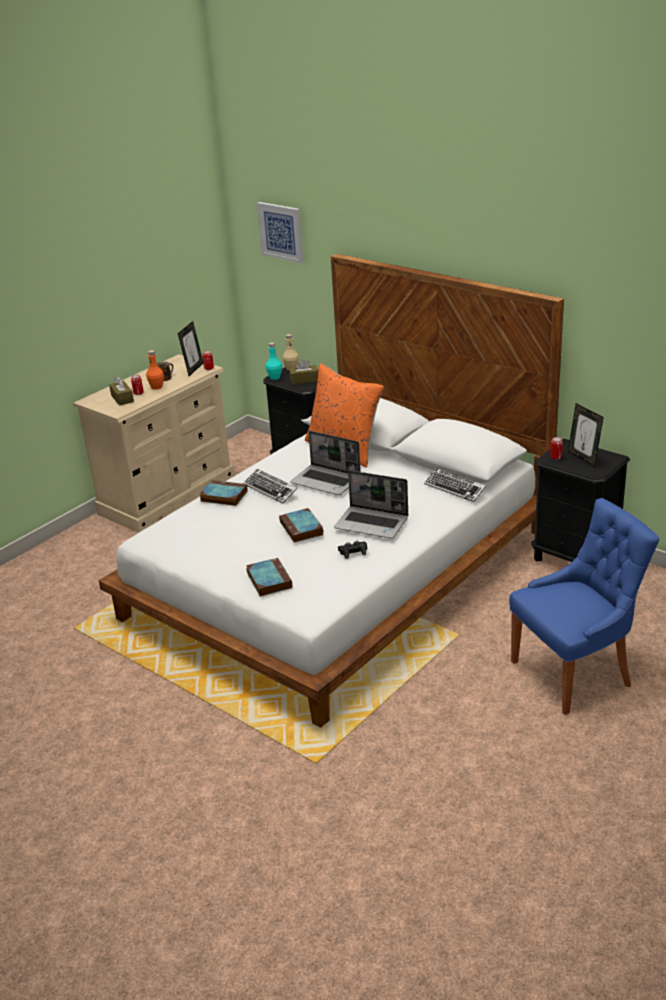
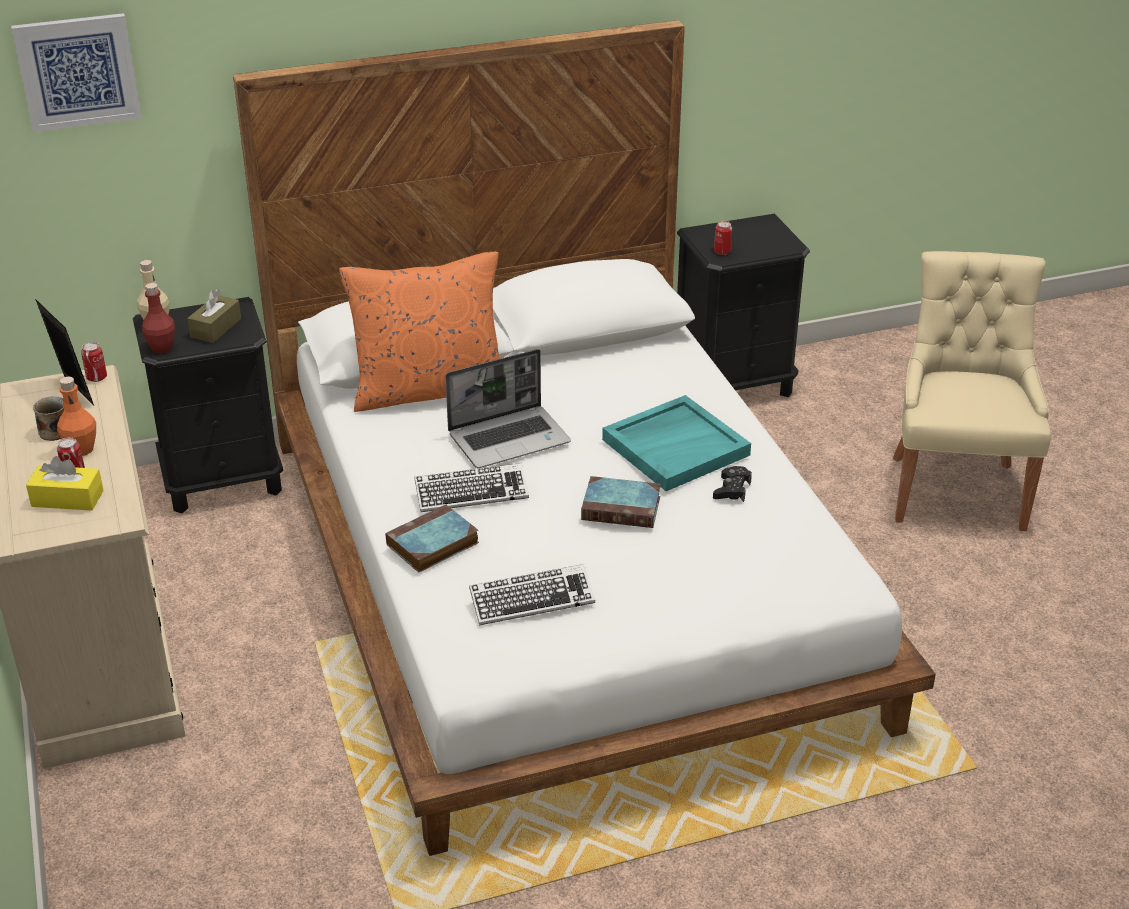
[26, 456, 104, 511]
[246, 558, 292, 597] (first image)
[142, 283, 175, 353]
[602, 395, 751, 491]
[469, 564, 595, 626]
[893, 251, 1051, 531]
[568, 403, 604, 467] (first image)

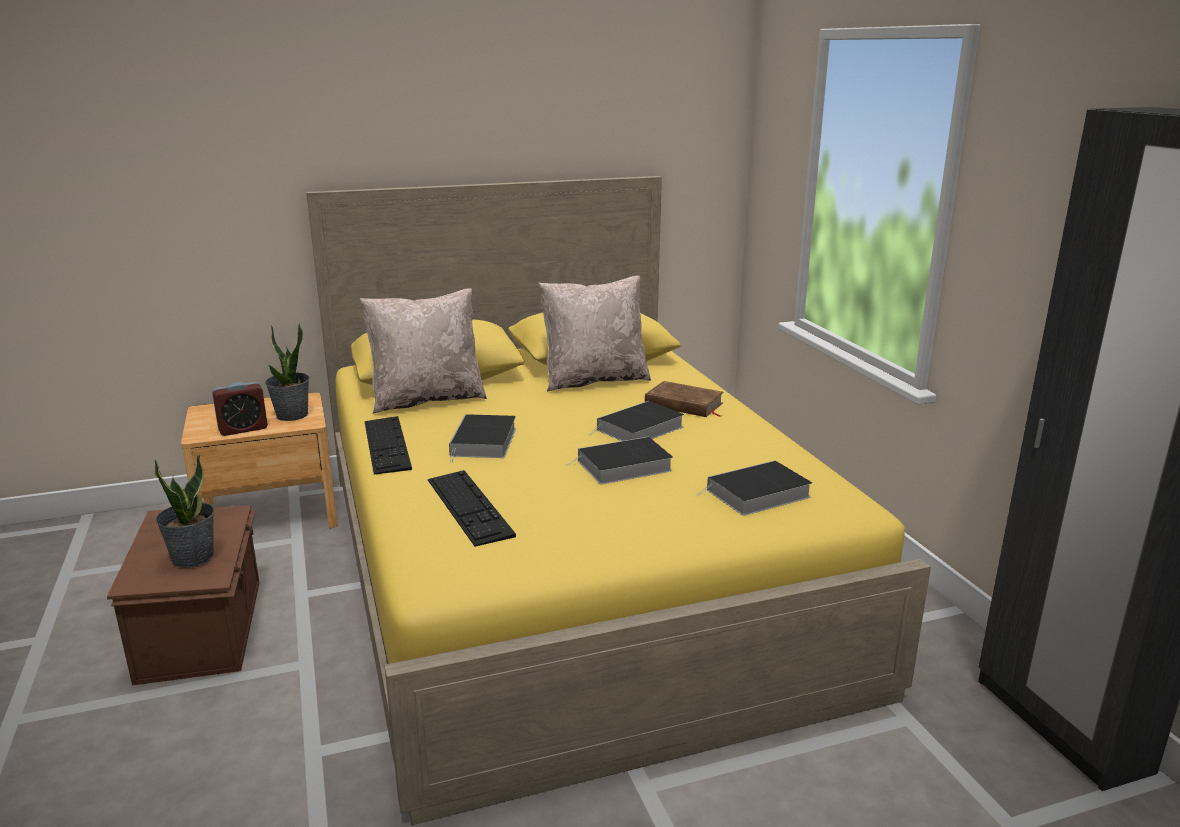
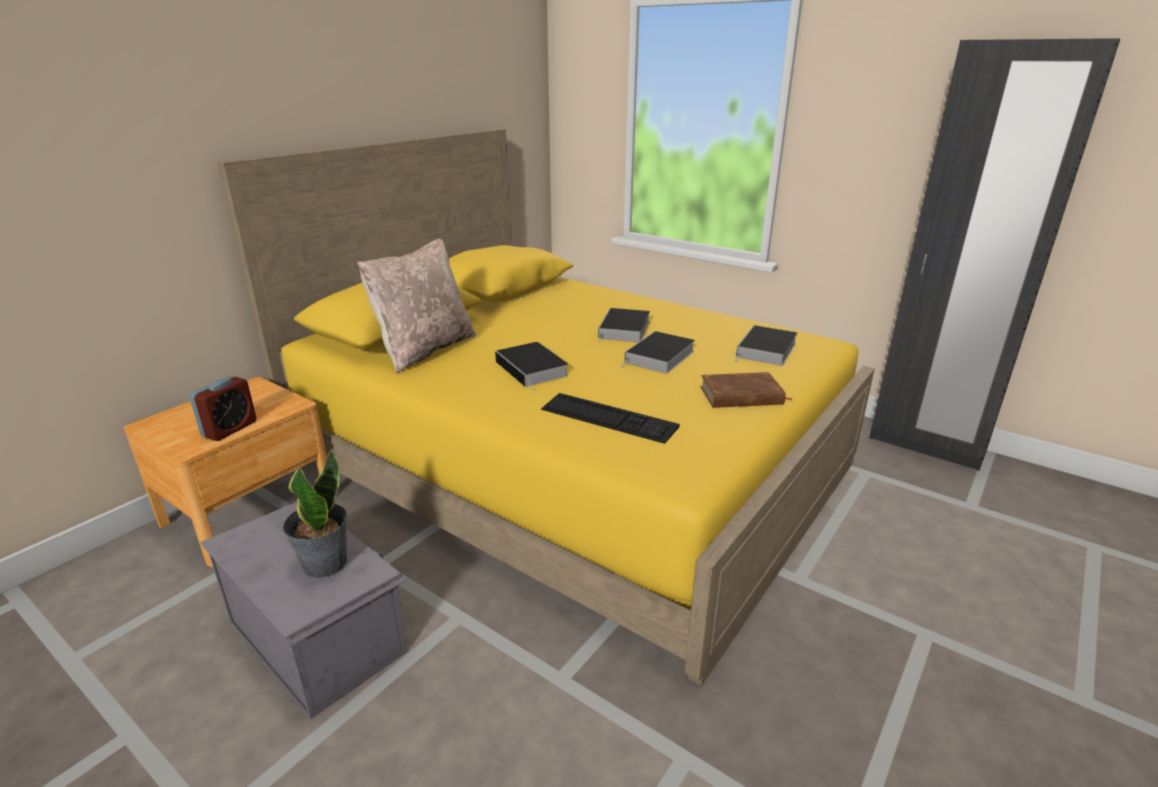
[201, 502, 408, 719]
[265, 323, 310, 421] (first image)
[365, 416, 412, 475] (first image)
[539, 276, 651, 391] (first image)
[700, 372, 792, 408]

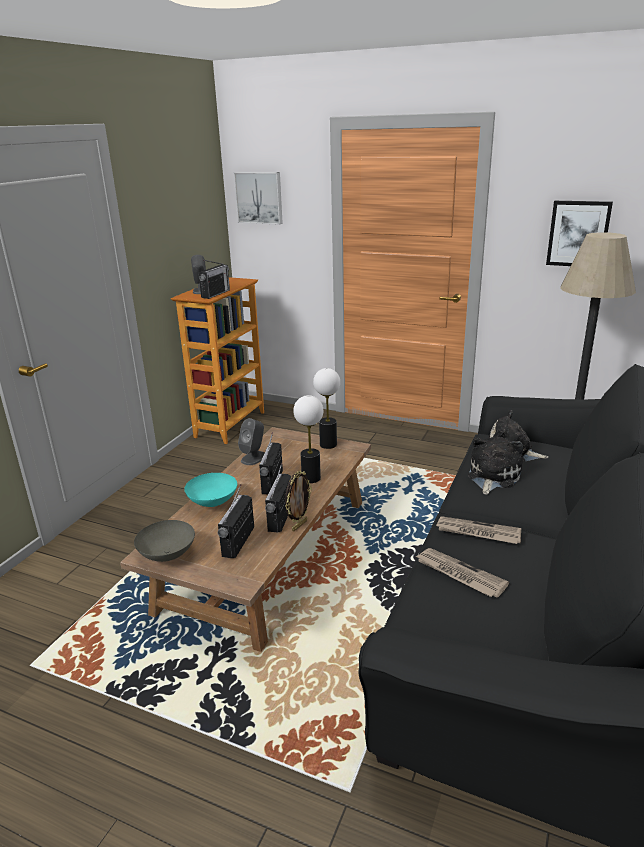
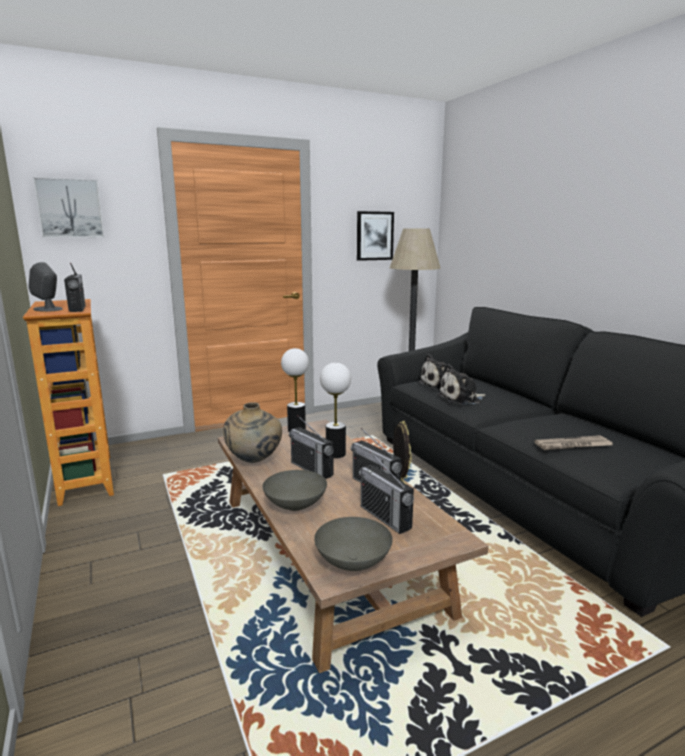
[262, 470, 327, 511]
[223, 402, 282, 463]
[436, 516, 522, 544] (first image)
[437, 364, 486, 405]

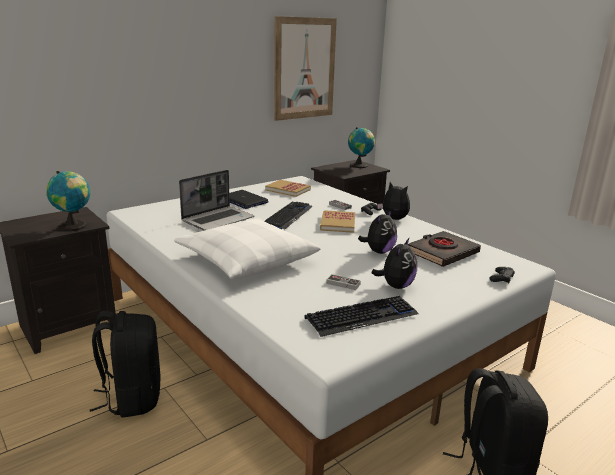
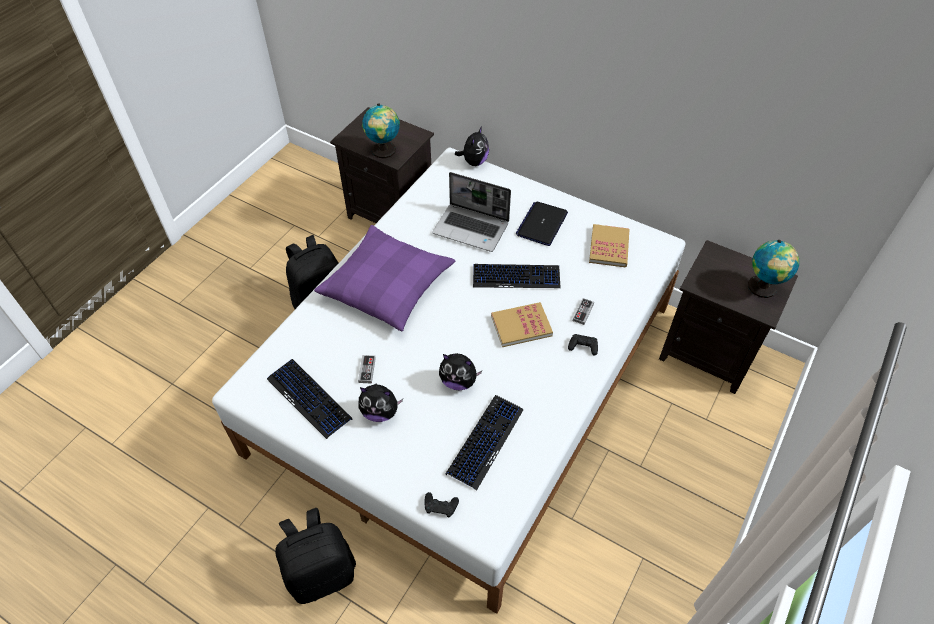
[314, 225, 456, 331]
[274, 16, 337, 121] (first image)
[455, 126, 489, 166]
[446, 395, 524, 491]

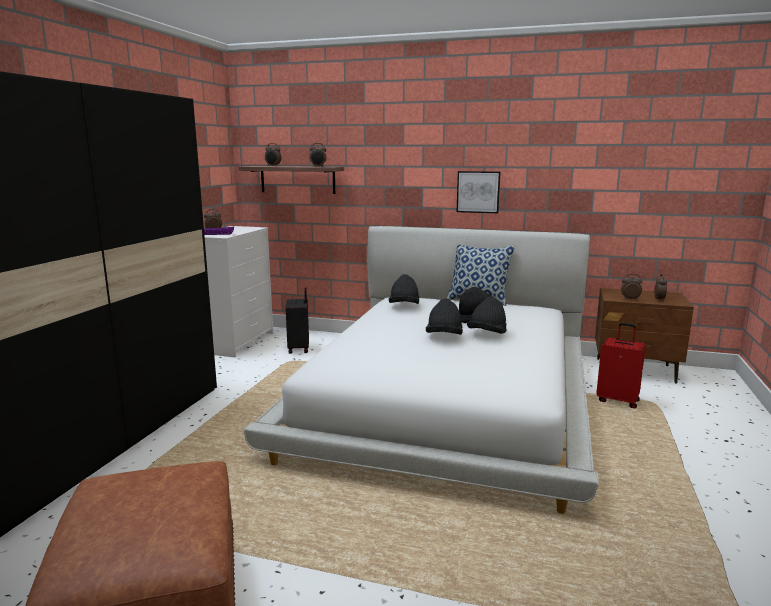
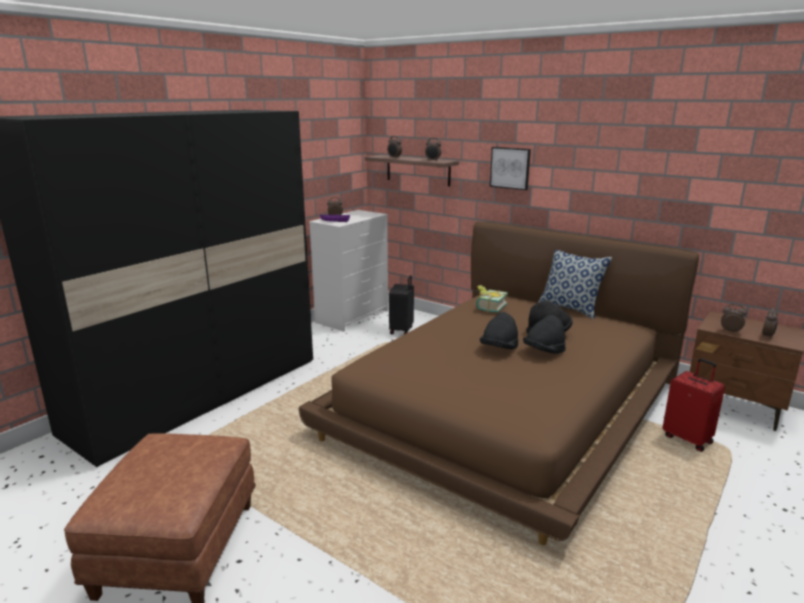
[298, 222, 699, 545]
[476, 285, 508, 313]
[490, 147, 531, 190]

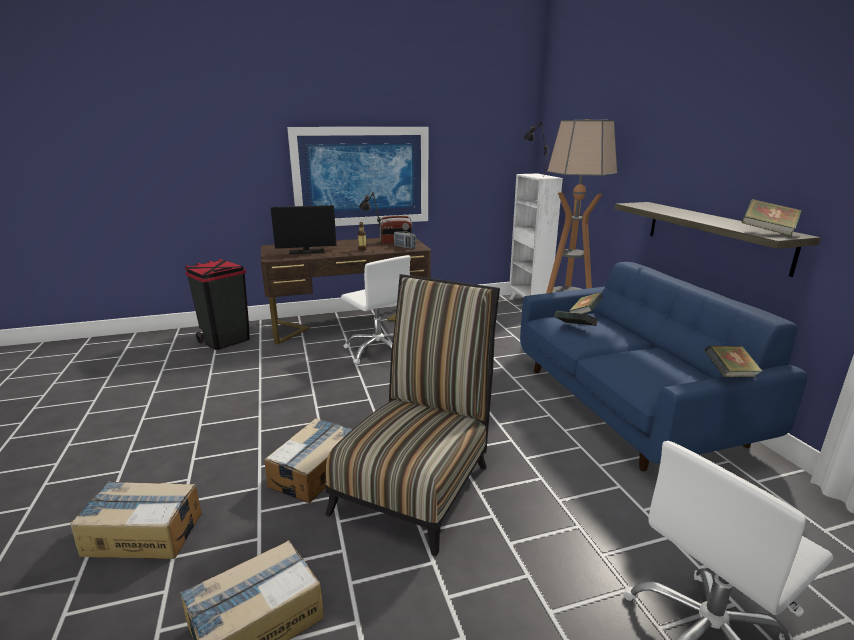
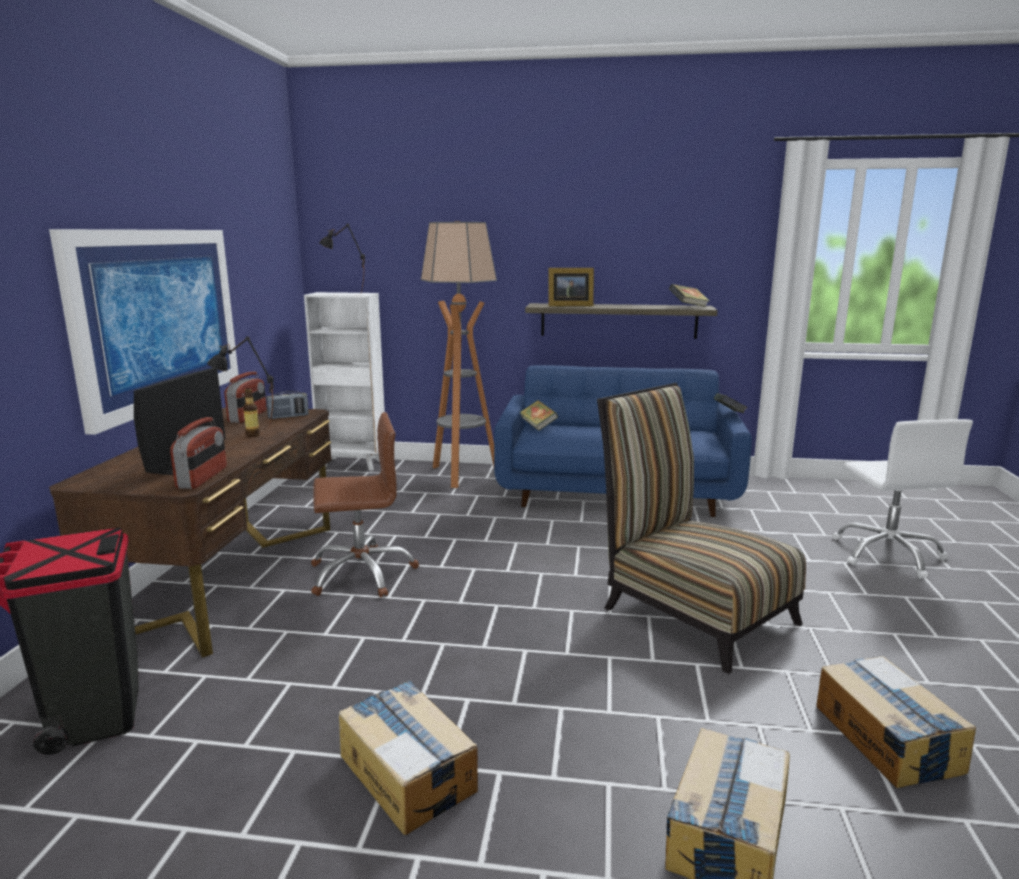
[339, 680, 478, 835]
[311, 412, 419, 597]
[554, 311, 598, 326] (first image)
[170, 417, 227, 489]
[548, 268, 594, 307]

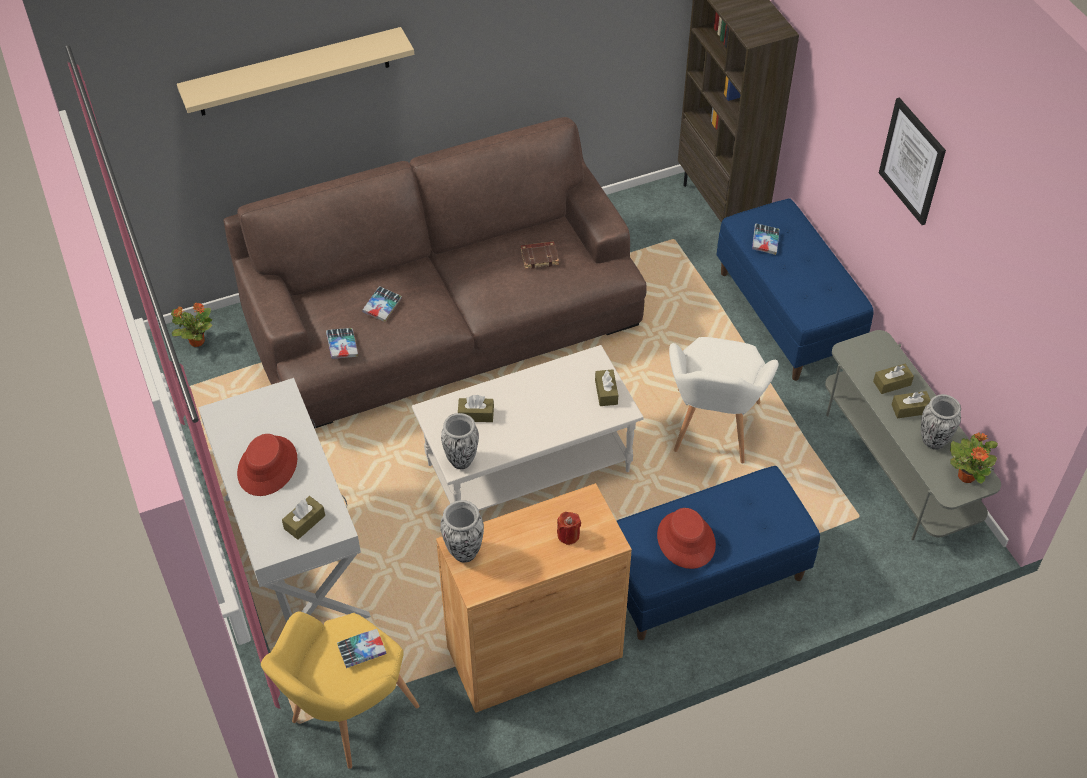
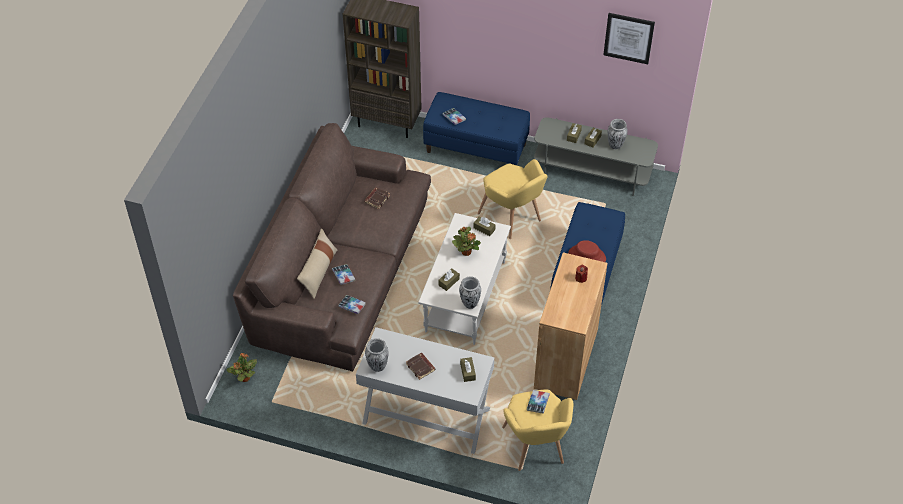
[177, 27, 414, 116] (first image)
[406, 353, 435, 380]
[365, 338, 389, 372]
[477, 159, 548, 239]
[603, 13, 655, 64]
[452, 227, 481, 256]
[297, 228, 338, 299]

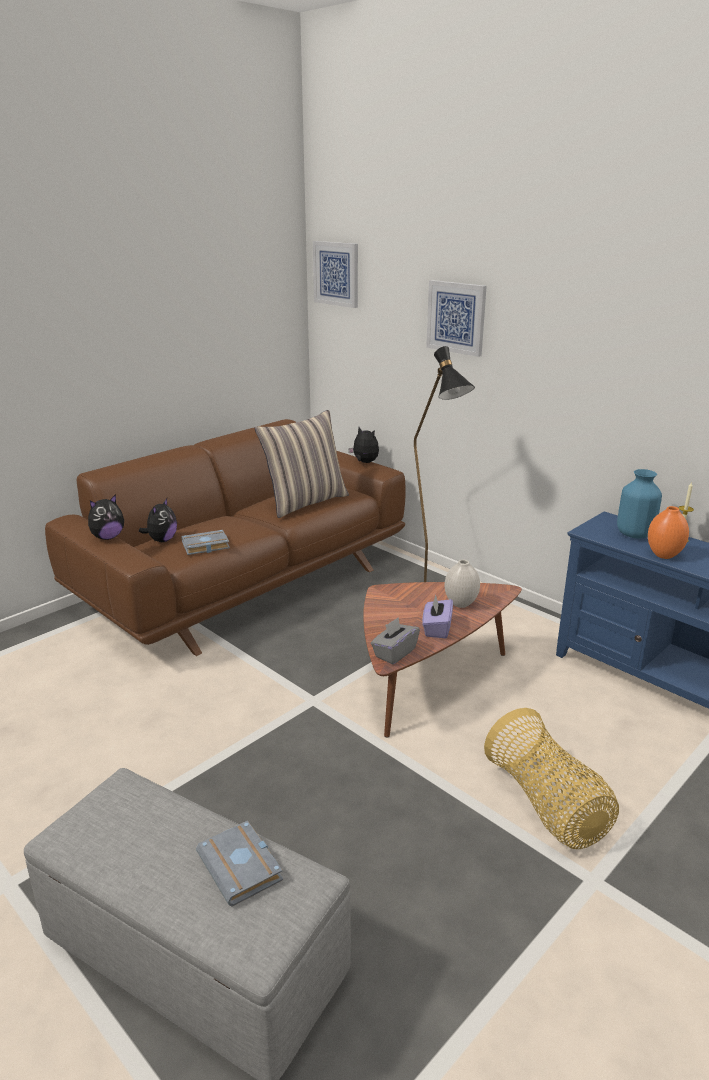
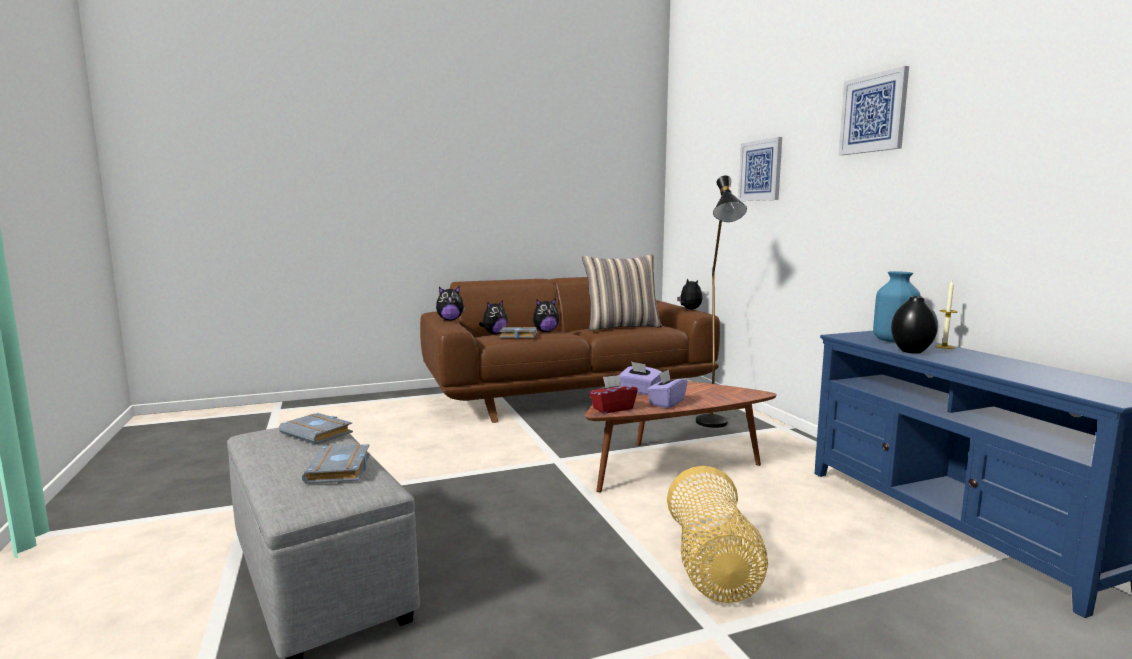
[838, 66, 909, 155]
[589, 375, 638, 413]
[445, 559, 480, 608] (first image)
[891, 296, 938, 354]
[279, 413, 353, 445]
[533, 298, 559, 332]
[619, 362, 662, 395]

